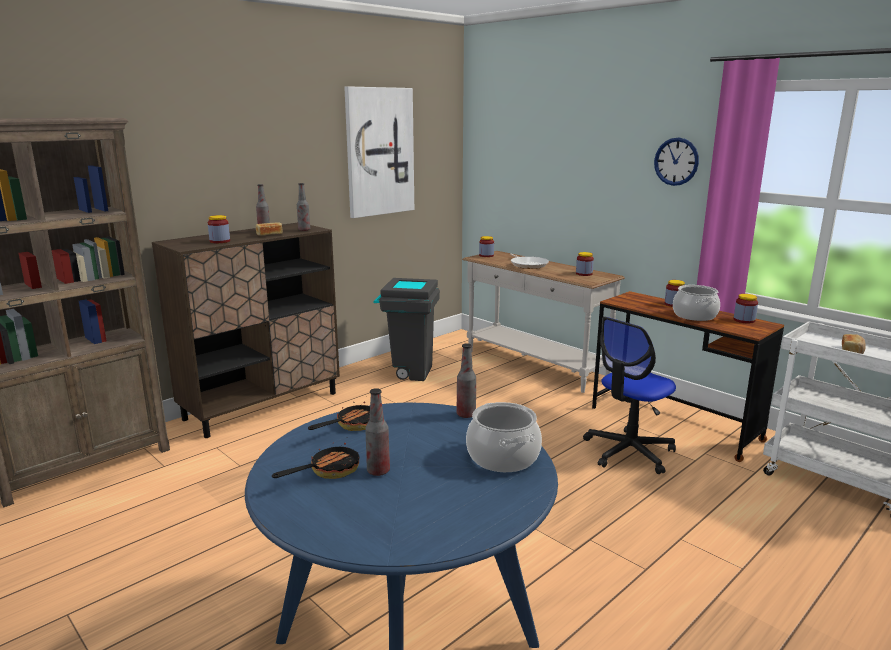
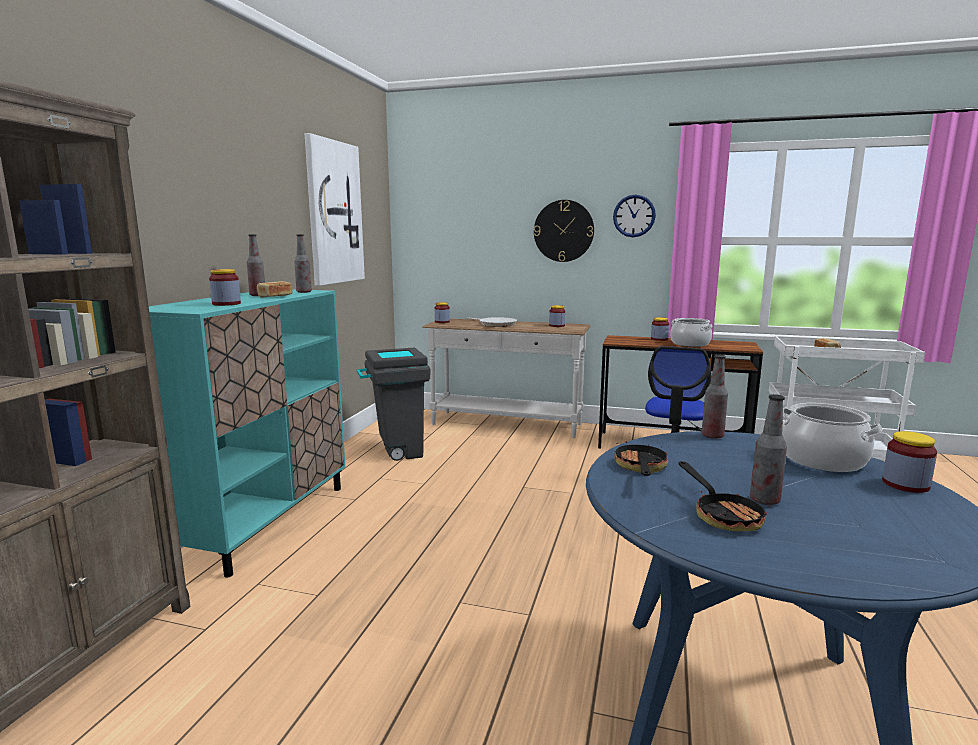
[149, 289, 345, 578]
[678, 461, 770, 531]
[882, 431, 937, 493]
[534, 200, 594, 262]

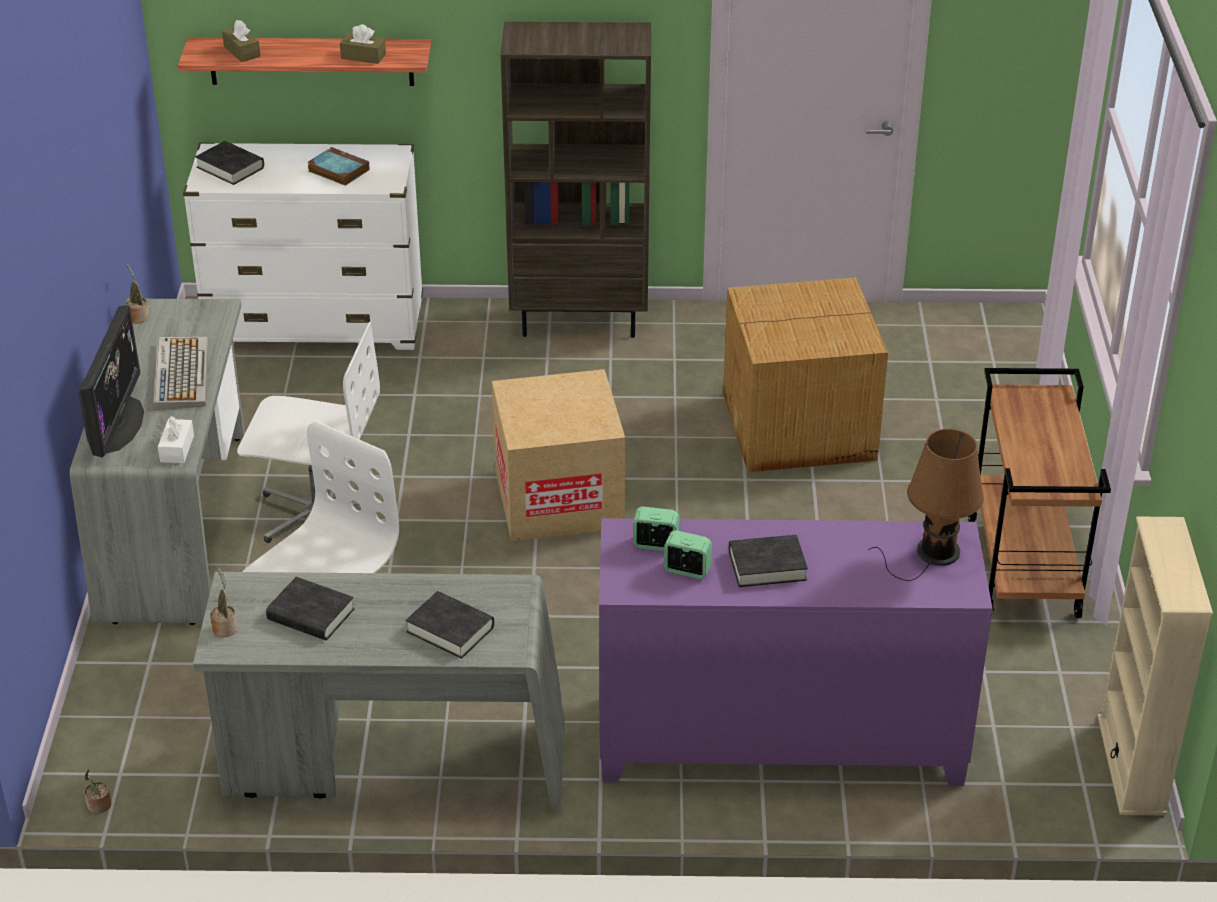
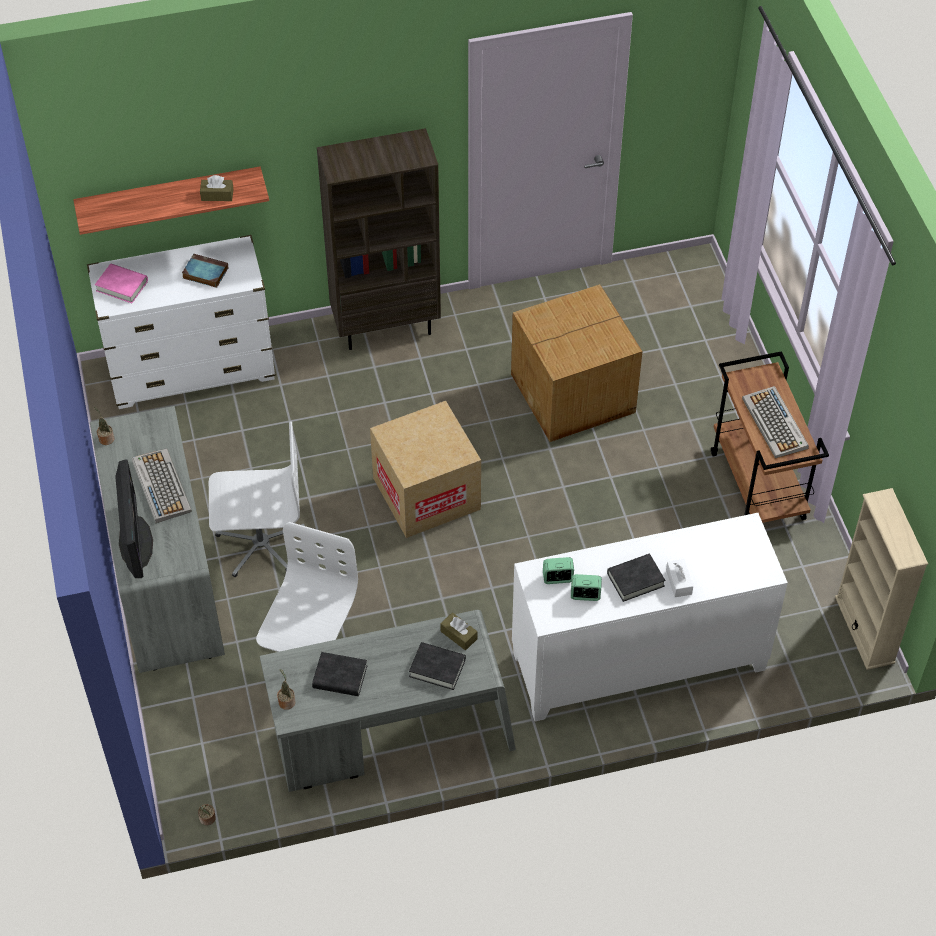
[666, 559, 693, 597]
[95, 264, 148, 303]
[440, 613, 477, 650]
[512, 513, 788, 721]
[868, 429, 984, 581] (first image)
[742, 386, 809, 458]

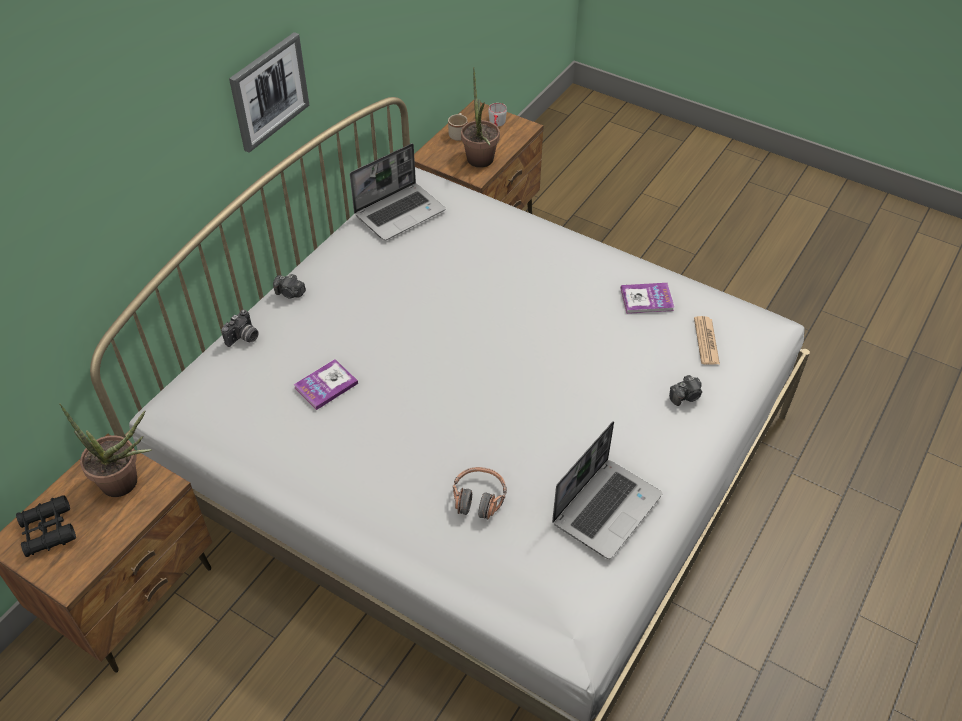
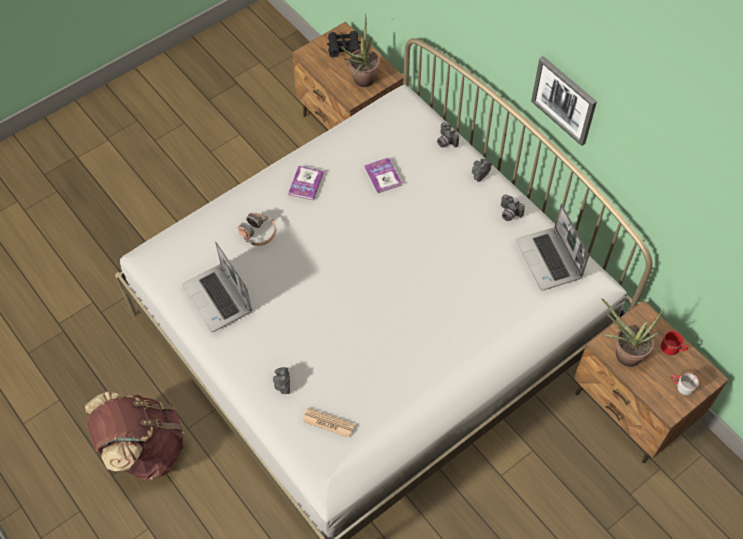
[661, 331, 688, 355]
[288, 166, 323, 200]
[85, 391, 184, 480]
[501, 194, 525, 221]

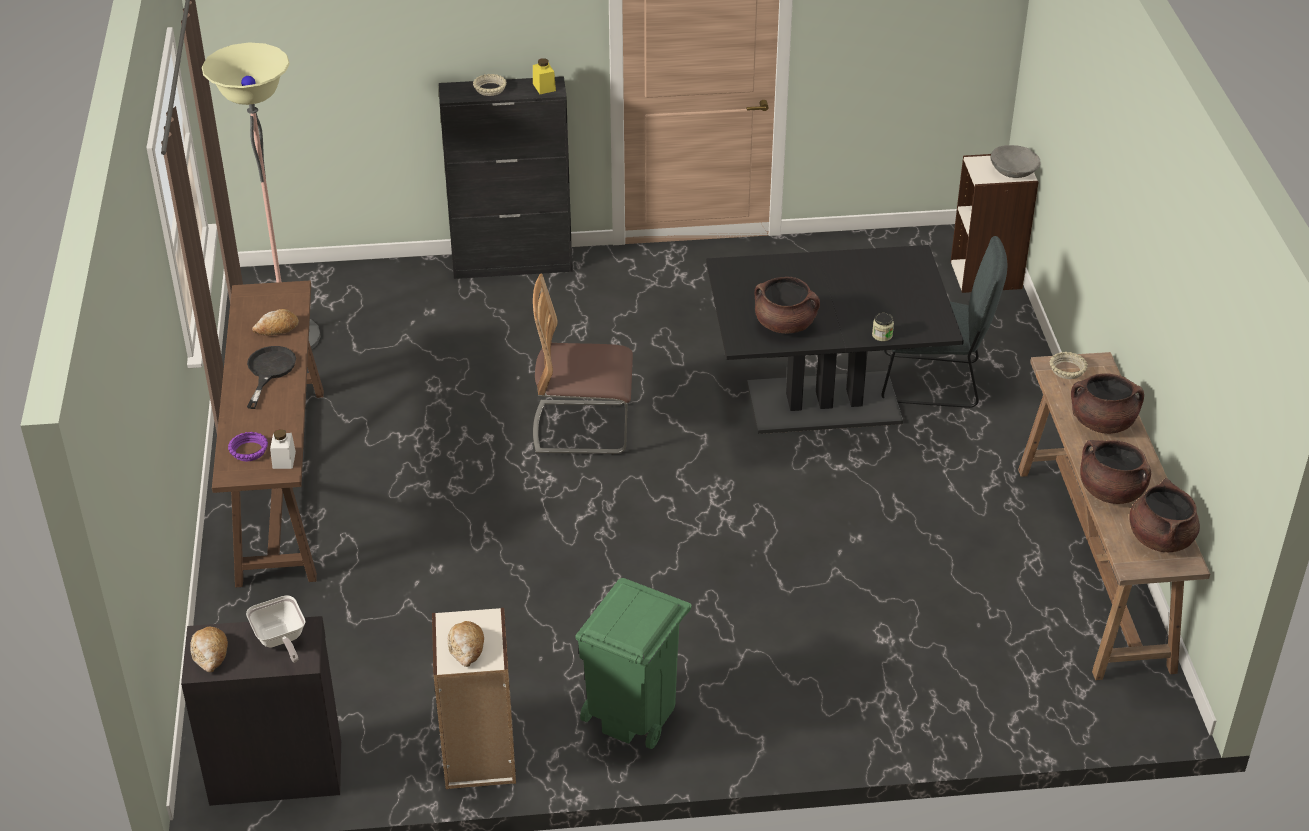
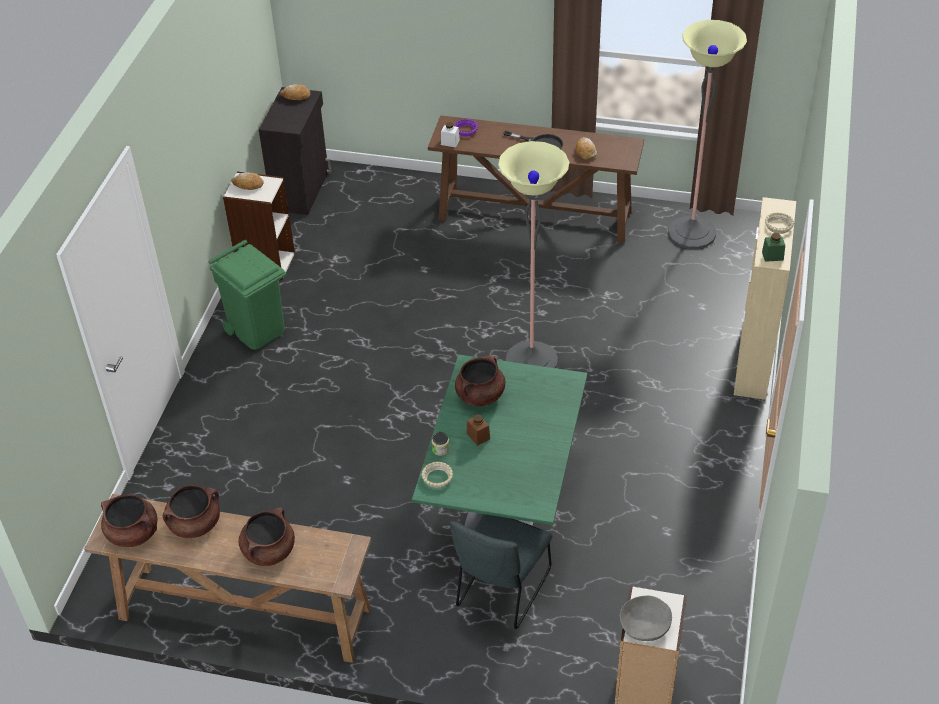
[246, 595, 305, 662] (first image)
[734, 197, 796, 400]
[762, 233, 785, 262]
[498, 141, 569, 368]
[412, 354, 587, 531]
[422, 462, 453, 488]
[467, 414, 490, 446]

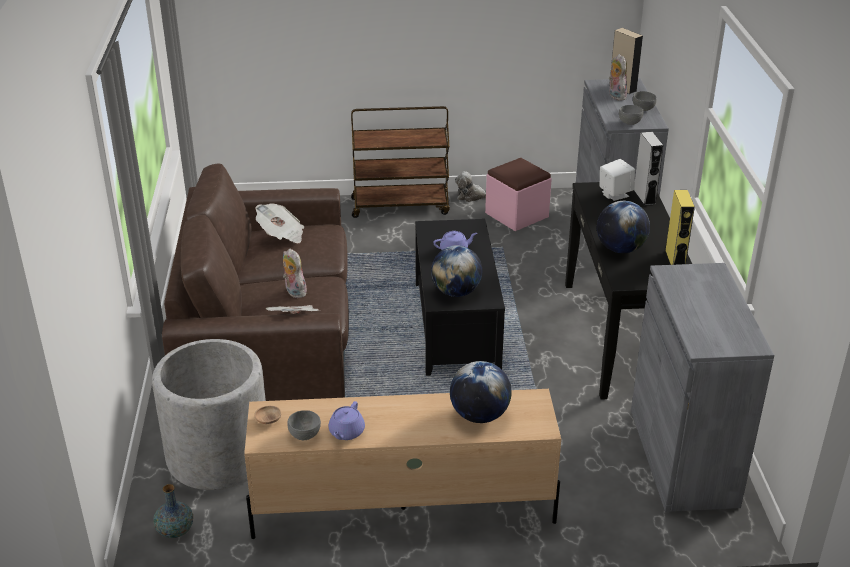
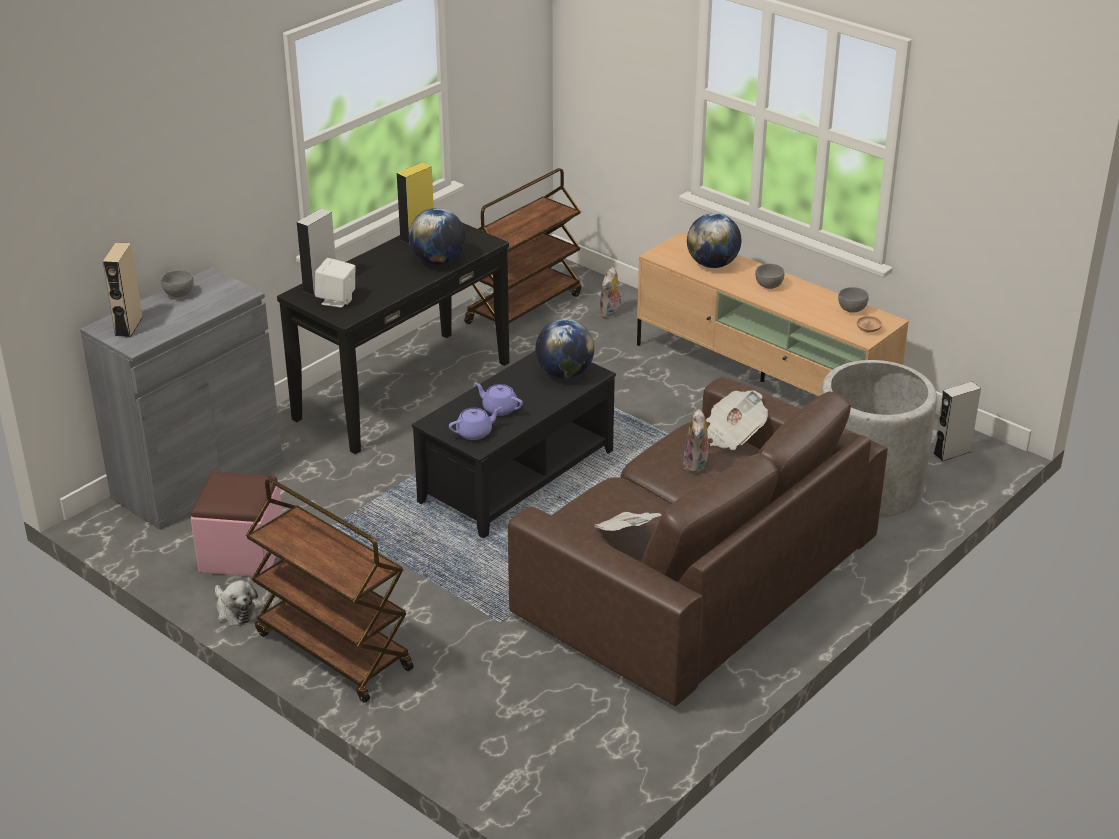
[933, 381, 981, 462]
[449, 407, 502, 440]
[599, 267, 622, 319]
[755, 264, 784, 289]
[464, 168, 581, 324]

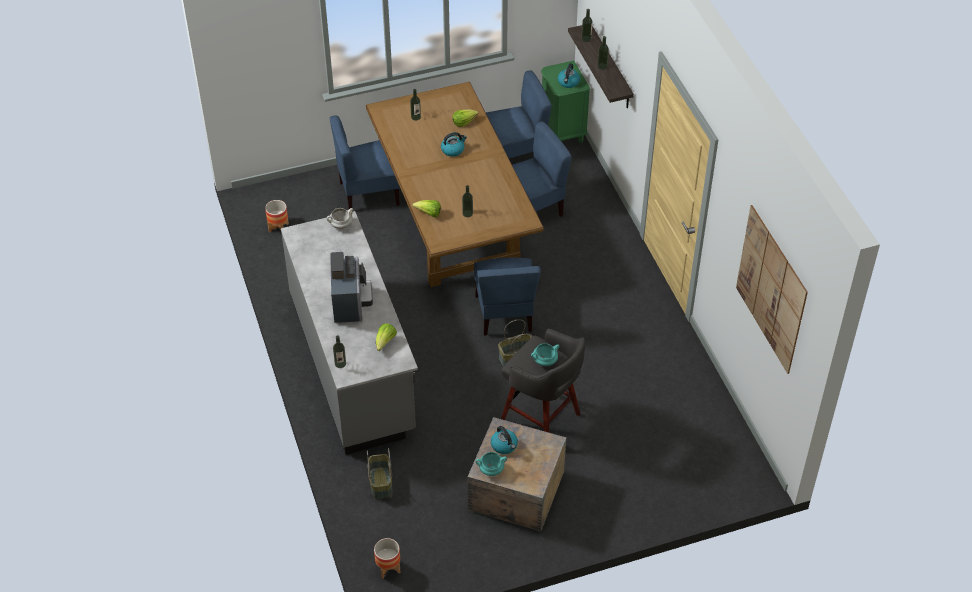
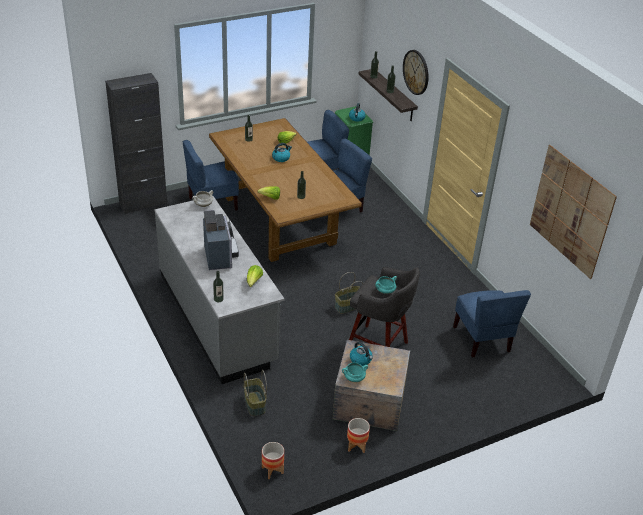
[347, 418, 370, 453]
[453, 290, 531, 358]
[105, 73, 167, 214]
[403, 50, 428, 95]

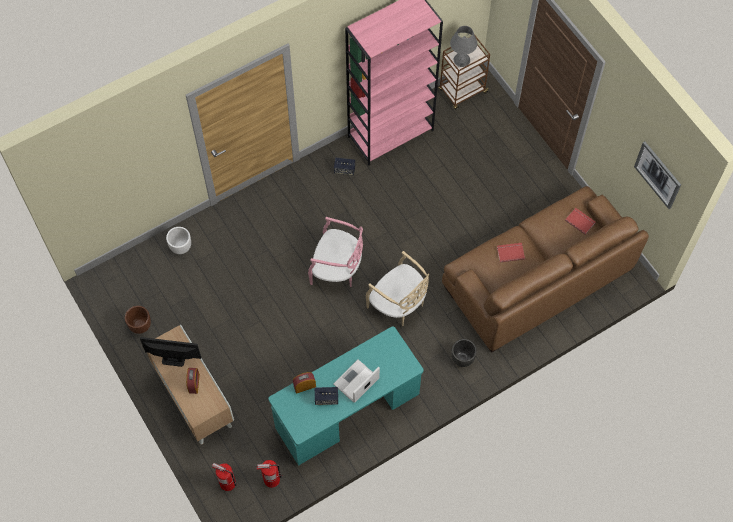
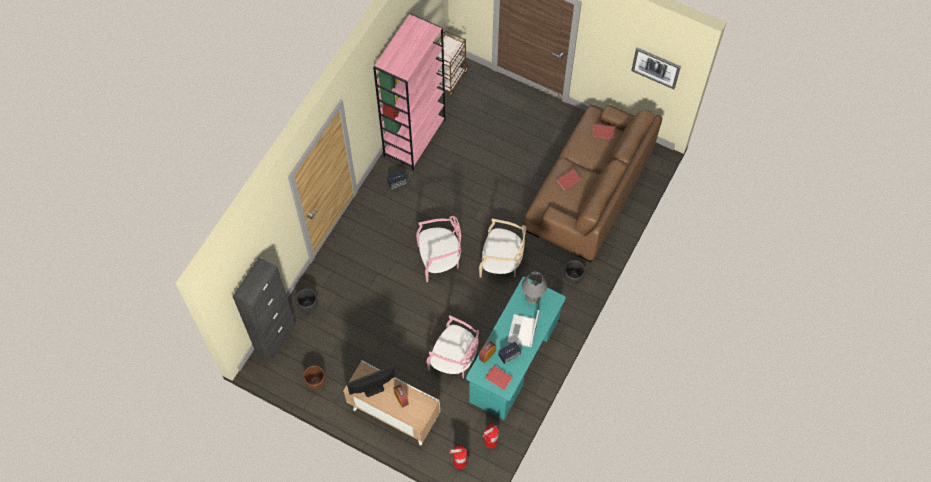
[296, 289, 318, 313]
[522, 272, 547, 304]
[233, 257, 296, 361]
[426, 315, 479, 378]
[485, 365, 513, 390]

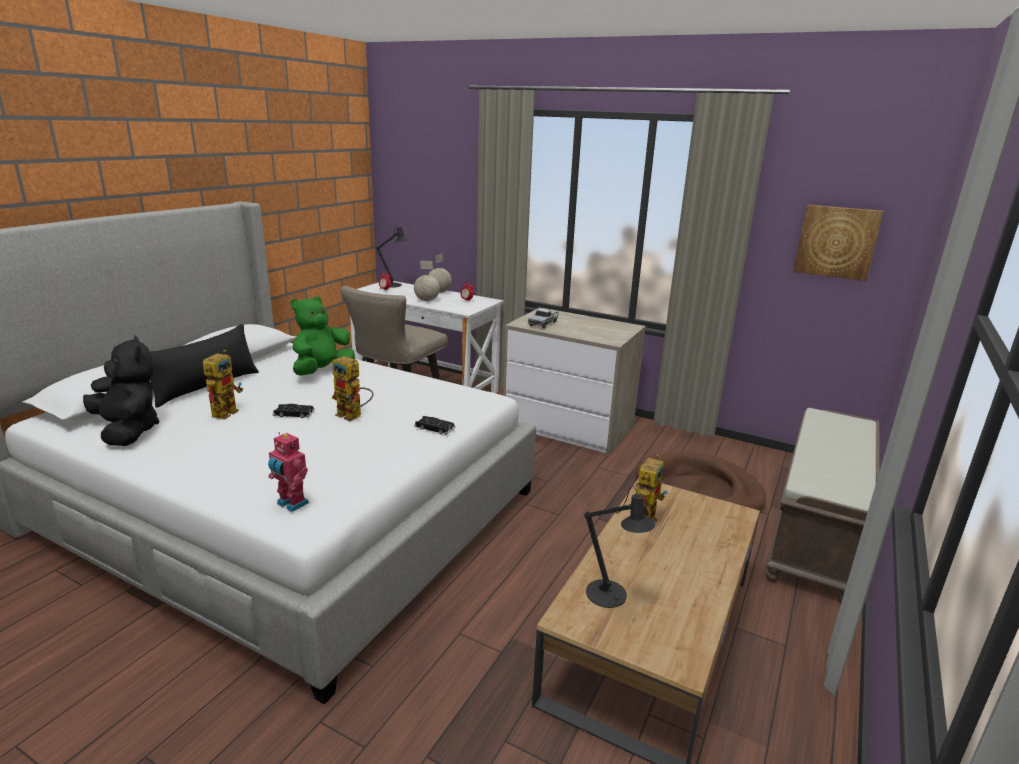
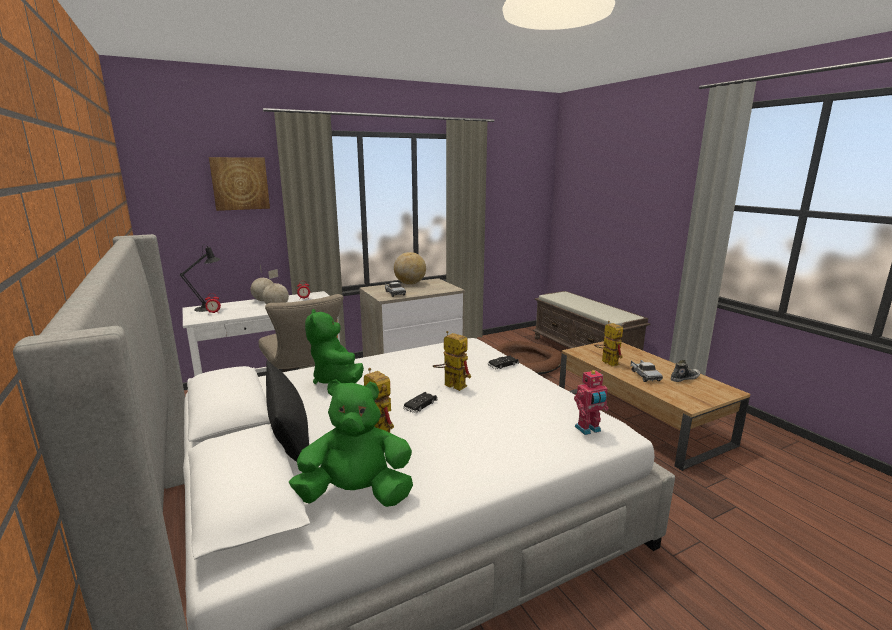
[289, 379, 413, 507]
[433, 331, 471, 391]
[584, 486, 656, 608] (first image)
[209, 157, 270, 211]
[394, 252, 426, 285]
[631, 360, 663, 382]
[671, 360, 700, 382]

